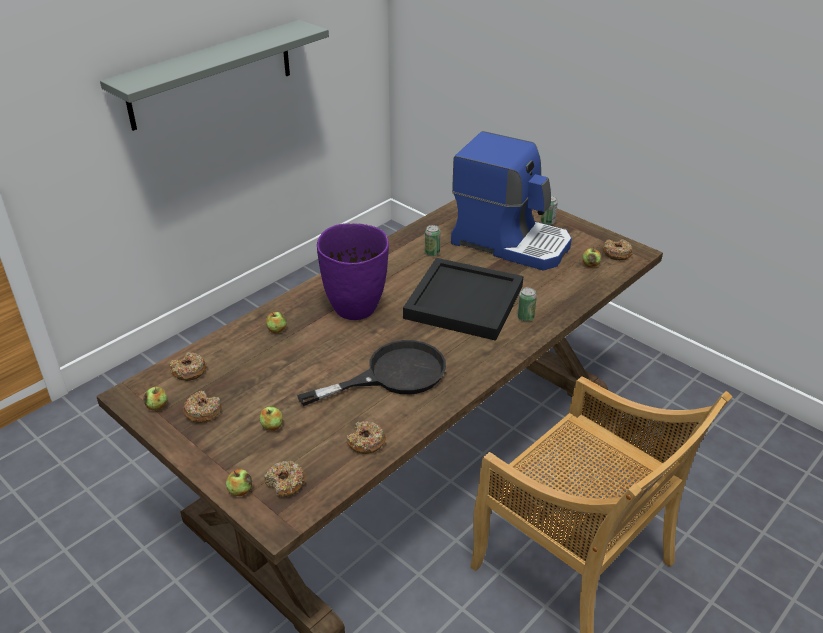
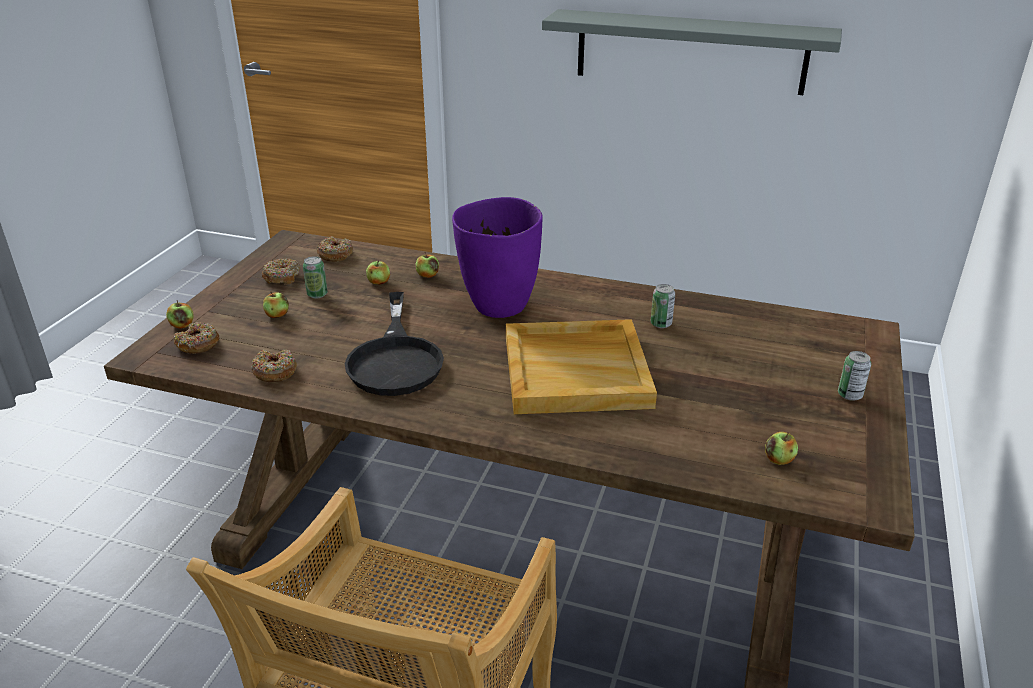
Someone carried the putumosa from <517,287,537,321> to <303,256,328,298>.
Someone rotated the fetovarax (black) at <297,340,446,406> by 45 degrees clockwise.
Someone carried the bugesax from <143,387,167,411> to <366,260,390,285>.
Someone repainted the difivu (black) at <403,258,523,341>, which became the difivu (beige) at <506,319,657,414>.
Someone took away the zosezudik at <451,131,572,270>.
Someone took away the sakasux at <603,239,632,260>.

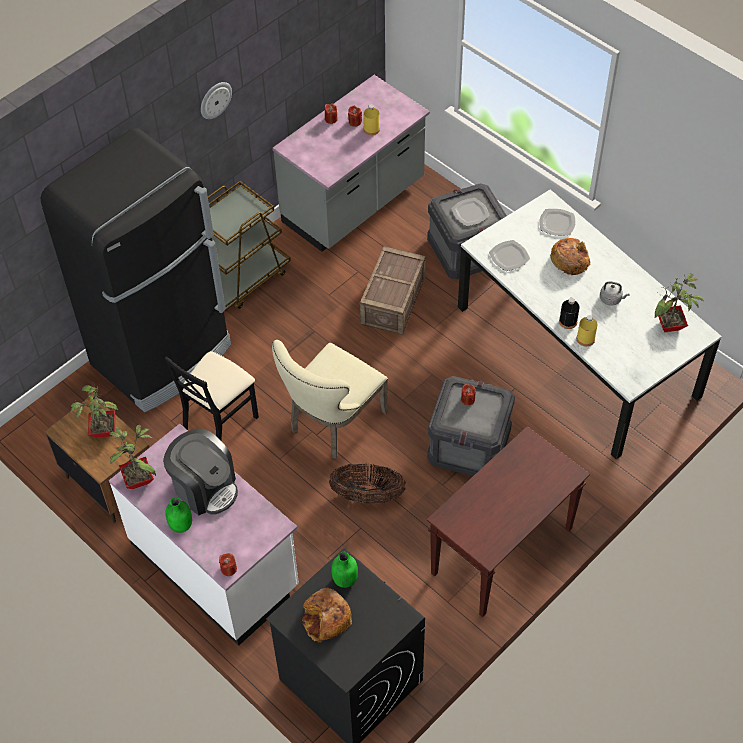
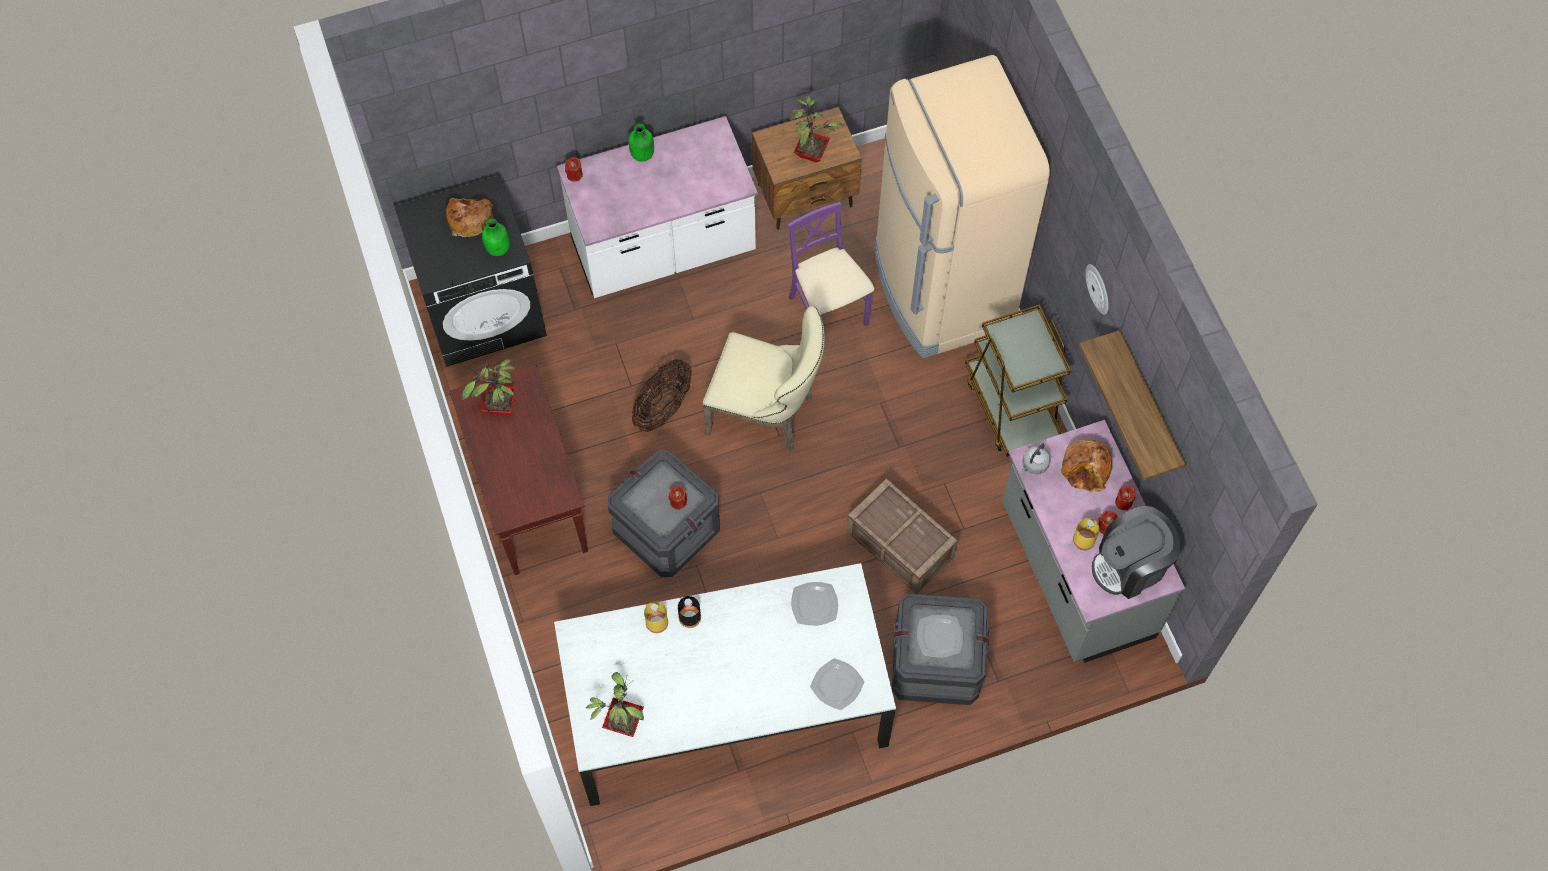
Someone carried the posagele from <109,425,156,489> to <462,358,515,415>.
Someone rotated the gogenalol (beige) at <272,340,388,459> by 135 degrees clockwise.
Someone repainted the gogenalol (black) at <165,351,259,440>, which became the gogenalol (purple) at <788,202,875,326>.
Someone repainted the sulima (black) at <41,128,231,412>, which became the sulima (beige) at <875,55,1050,359>.
Someone carried the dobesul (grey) from <600,281,630,306> to <1022,444,1051,474>.
Someone carried the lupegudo from <550,238,590,275> to <1061,440,1112,492>.
Someone put up the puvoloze at <1079,330,1186,480>.
Someone carried the zosezudik from <163,429,238,515> to <1092,506,1180,599>.

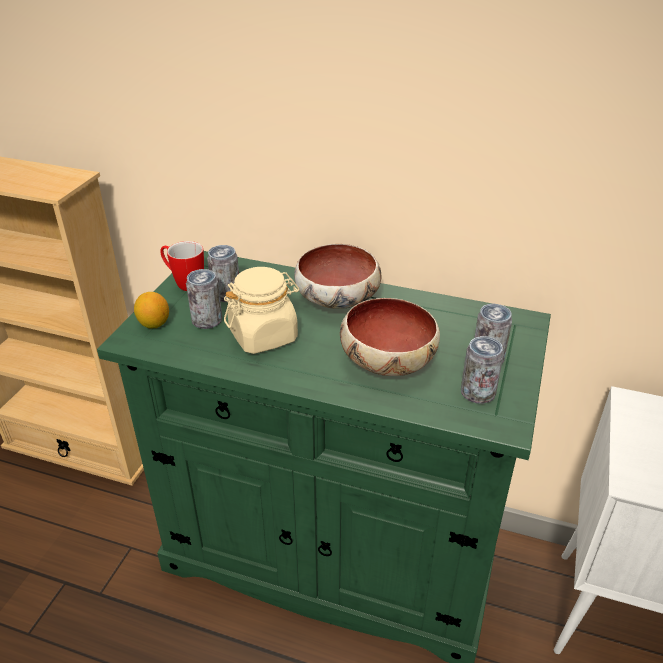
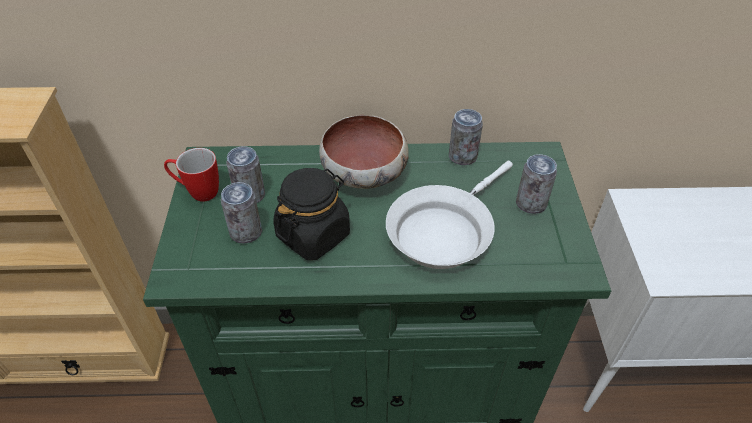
Someone repainted the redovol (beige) at <224,267,299,354>, which became the redovol (black) at <273,168,350,260>.
Someone swapped the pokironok at <340,298,440,376> for the fetovarax (white) at <386,161,513,269>.
Someone carried the putumosa from <461,336,504,404> to <449,109,483,165>.
Someone took away the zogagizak at <134,292,169,328>.

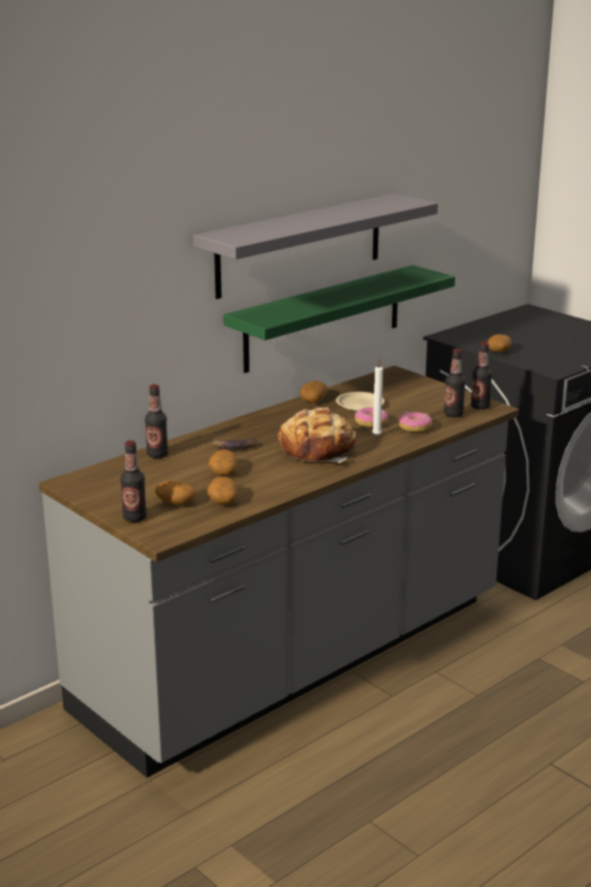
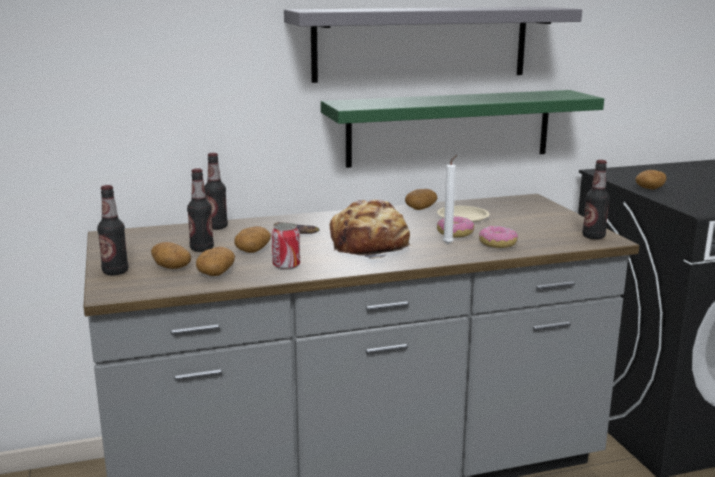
Someone carried the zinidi from <444,349,466,417> to <187,168,214,252>.
Someone put down the putumosa at <272,223,300,270>.

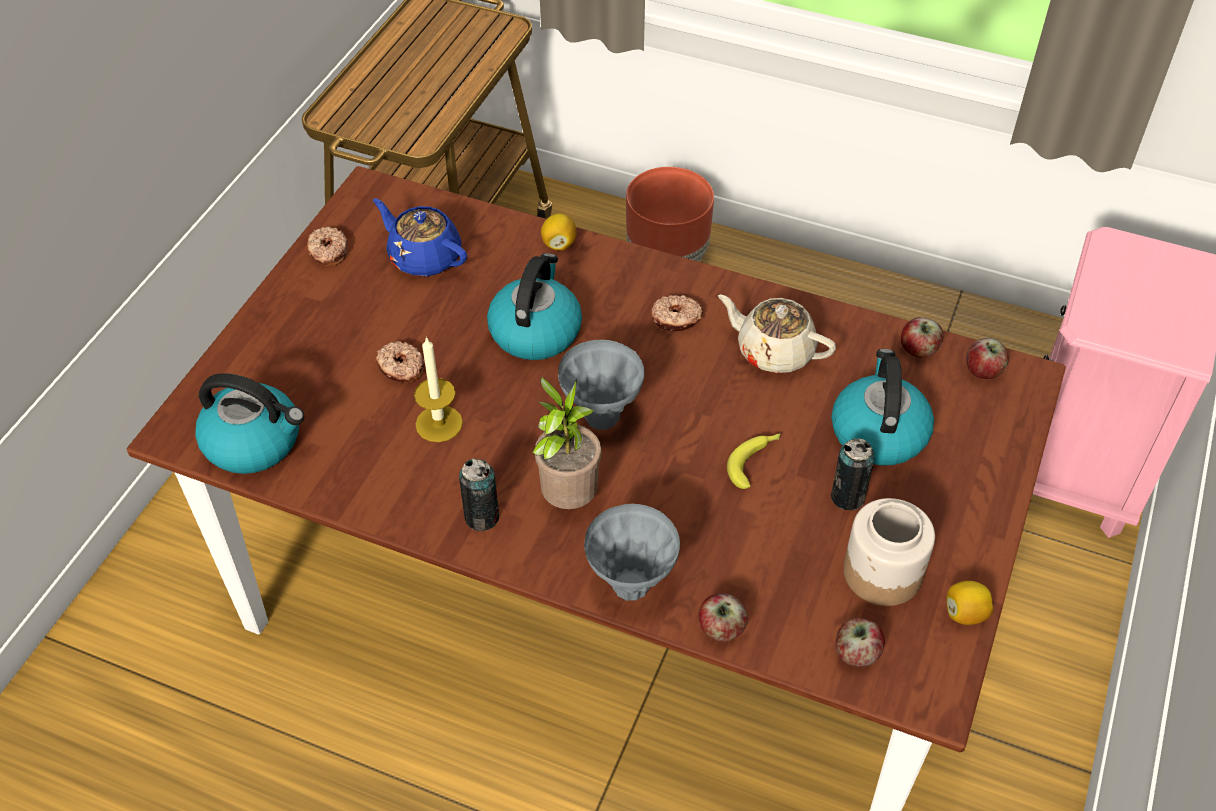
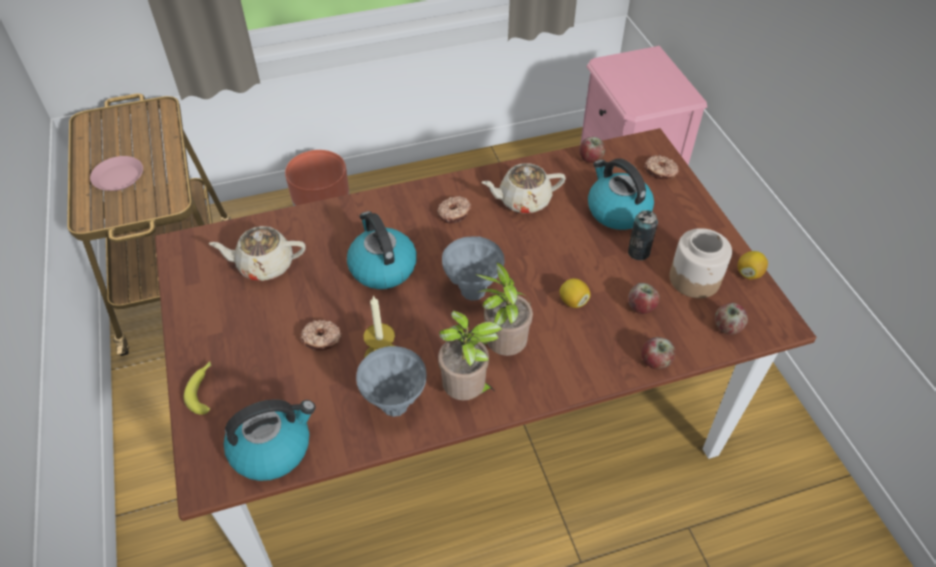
Someone put down the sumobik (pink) at <90,156,143,191>.
Someone carried the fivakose from <727,433,781,489> to <184,361,211,415>.
Someone repainted the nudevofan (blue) at <373,198,467,276>, which became the nudevofan (beige) at <209,226,306,281>.
Someone carried the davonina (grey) from <584,504,680,601> to <356,346,426,417>.
Someone swapped the putumosa at <459,458,500,531> for the posagele at <438,311,503,400>.
Someone carried the zogagizak from <541,213,577,251> to <559,278,590,308>.
Someone carried the bugesax from <966,338,1009,379> to <628,283,660,314>.
Someone carried the sakasux from <307,227,348,266> to <645,155,679,180>.

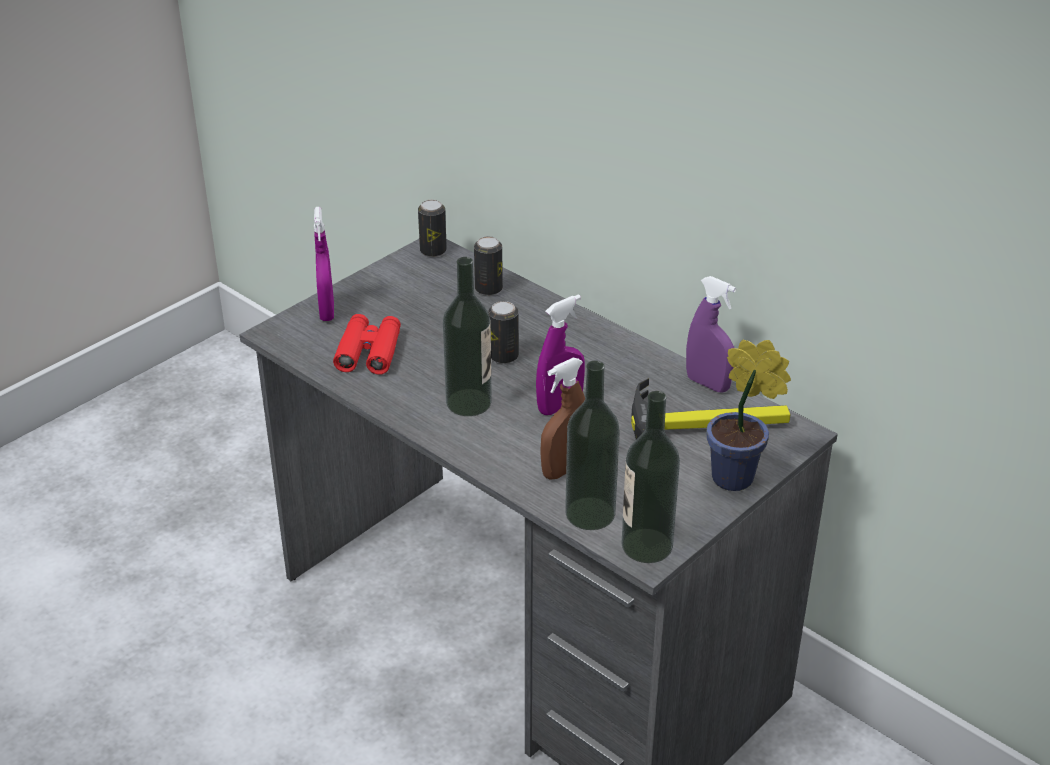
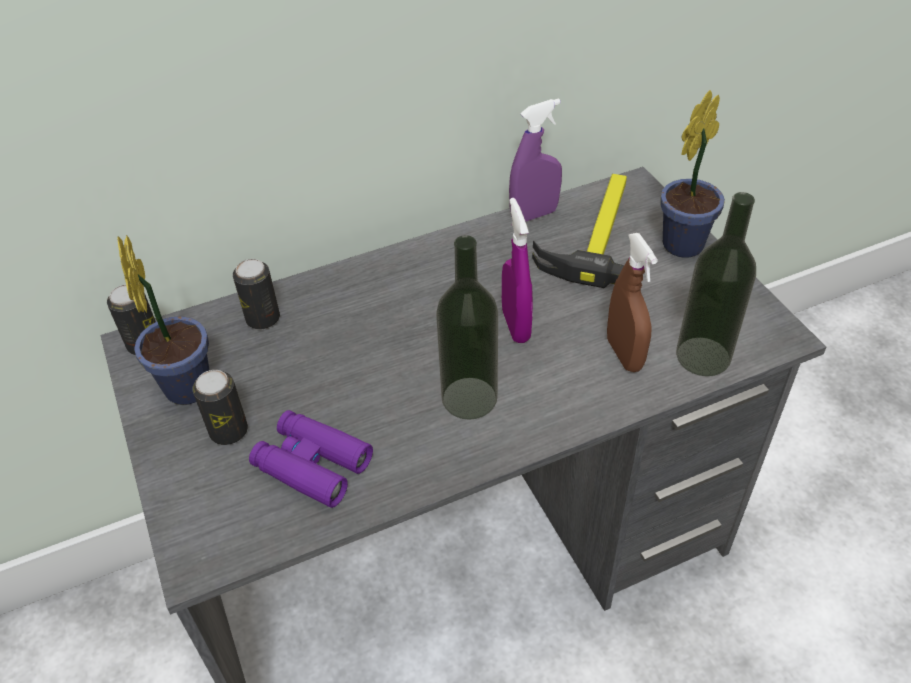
Someone put down the posagele at <118,235,209,405>.
Someone carried the putumosa from <488,301,519,364> to <193,370,248,445>.
Someone repainted the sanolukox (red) at <333,314,401,375>, which became the sanolukox (purple) at <249,410,373,508>.
Someone took away the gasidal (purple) at <314,207,334,321>.
Someone took away the zinidi at <621,391,680,563>.

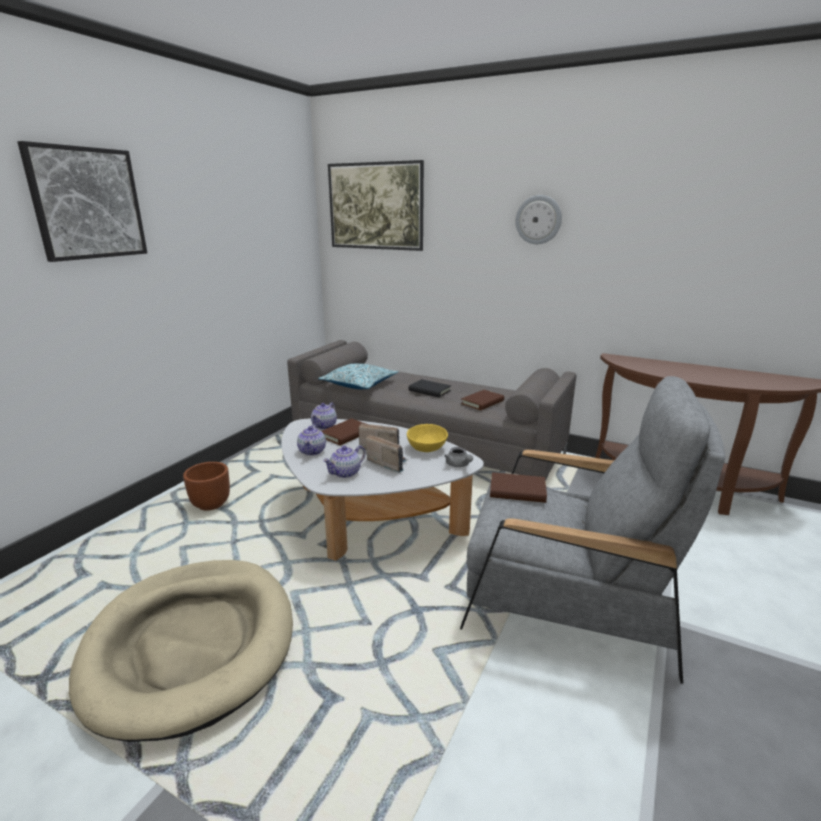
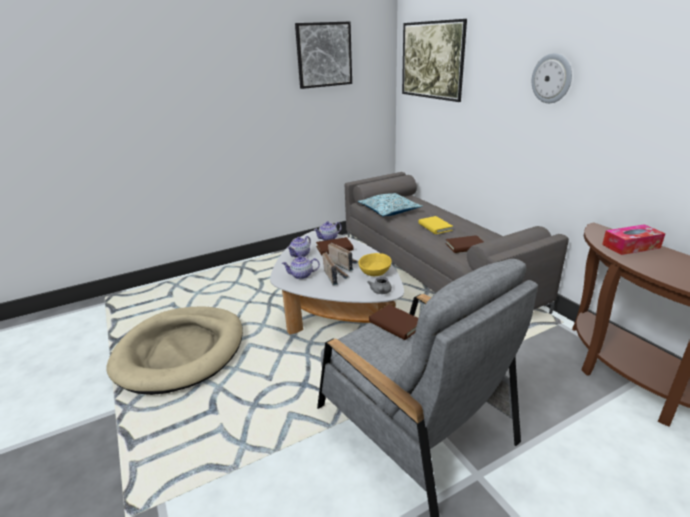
Someone carried the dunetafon from <17,141,147,262> to <295,22,352,89>.
Someone repainted the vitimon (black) at <409,379,451,397>, which became the vitimon (yellow) at <418,216,453,234>.
Someone put down the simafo at <602,224,665,255>.
Someone took away the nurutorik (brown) at <183,462,230,511>.

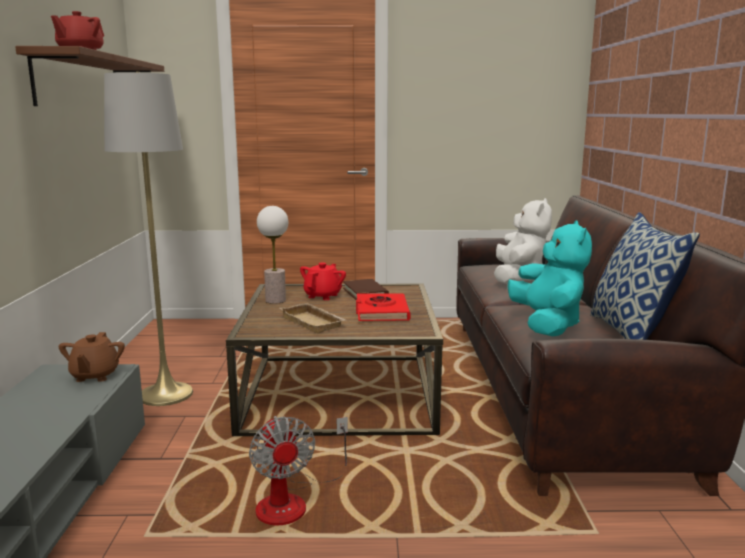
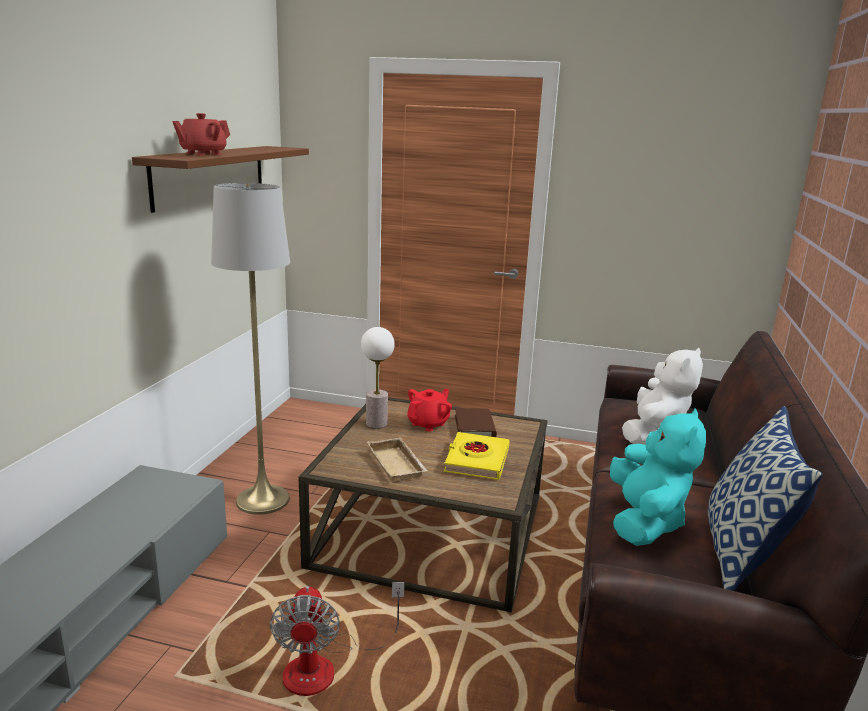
Someone repainted the vitimon (red) at <356,293,411,321>, which became the vitimon (yellow) at <444,432,510,480>.
Someone took away the nudevofan (brown) at <59,332,125,382>.

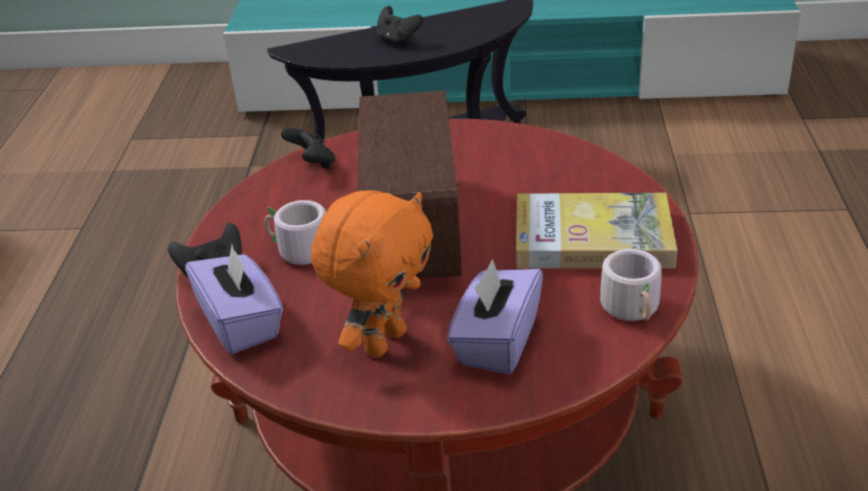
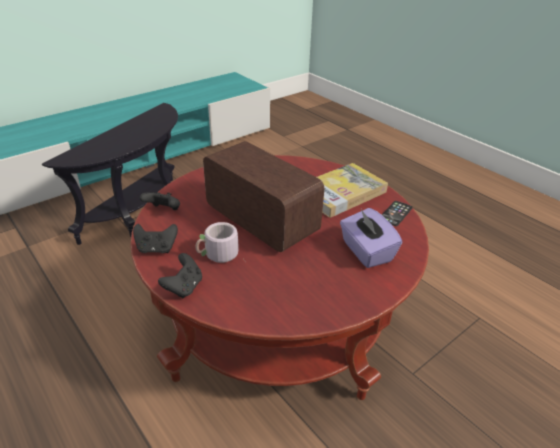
Someone carried the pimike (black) from <376,6,423,46> to <133,224,178,253>.
Someone swapped the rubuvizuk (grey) at <600,249,661,322> for the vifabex at <382,201,413,226>.
Someone took away the simafo (purple) at <185,245,283,354>.
Someone took away the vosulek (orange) at <311,191,433,358>.

